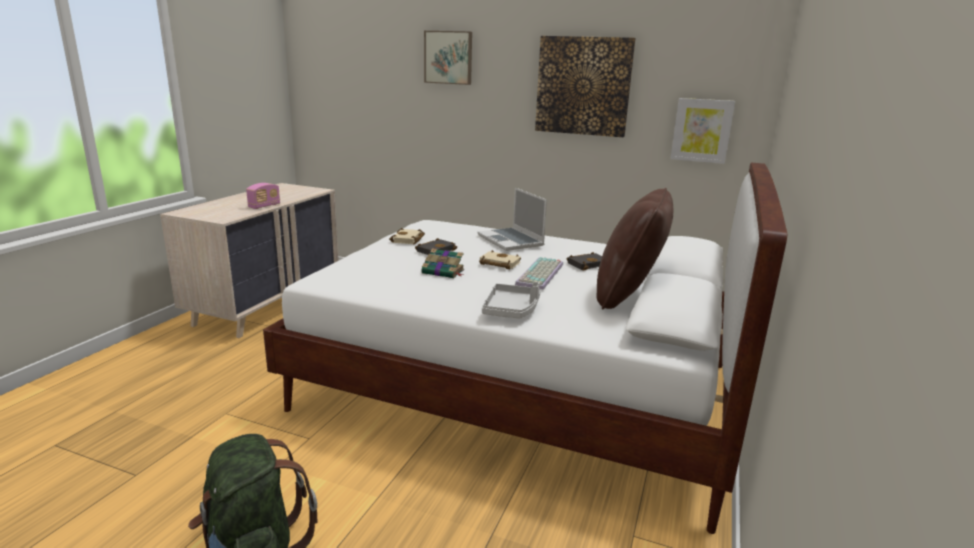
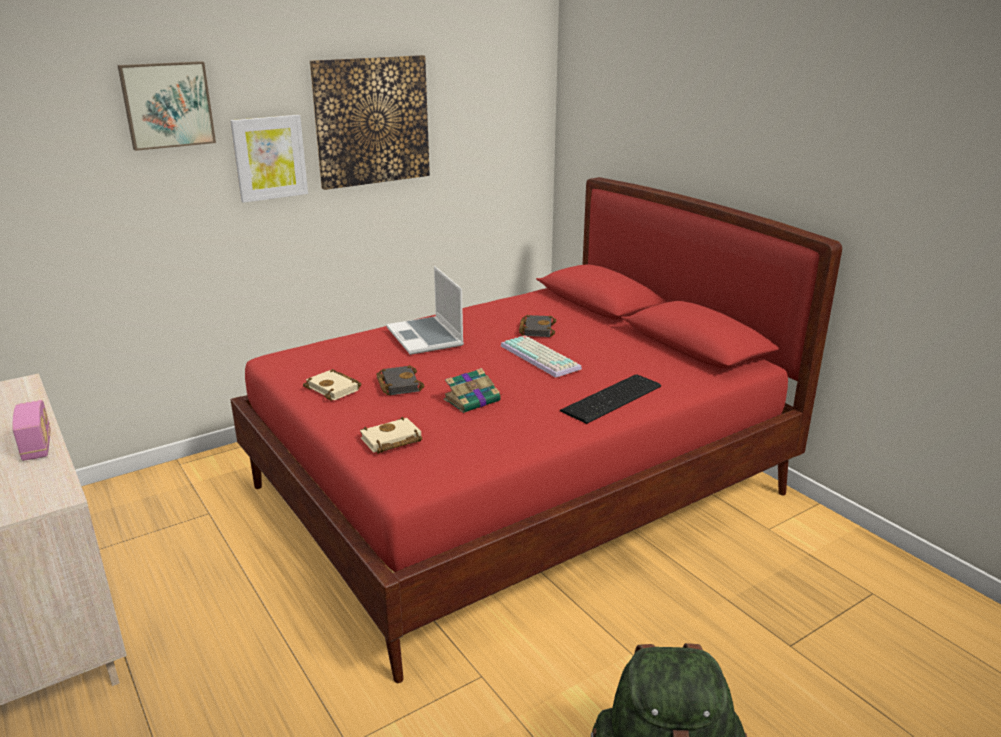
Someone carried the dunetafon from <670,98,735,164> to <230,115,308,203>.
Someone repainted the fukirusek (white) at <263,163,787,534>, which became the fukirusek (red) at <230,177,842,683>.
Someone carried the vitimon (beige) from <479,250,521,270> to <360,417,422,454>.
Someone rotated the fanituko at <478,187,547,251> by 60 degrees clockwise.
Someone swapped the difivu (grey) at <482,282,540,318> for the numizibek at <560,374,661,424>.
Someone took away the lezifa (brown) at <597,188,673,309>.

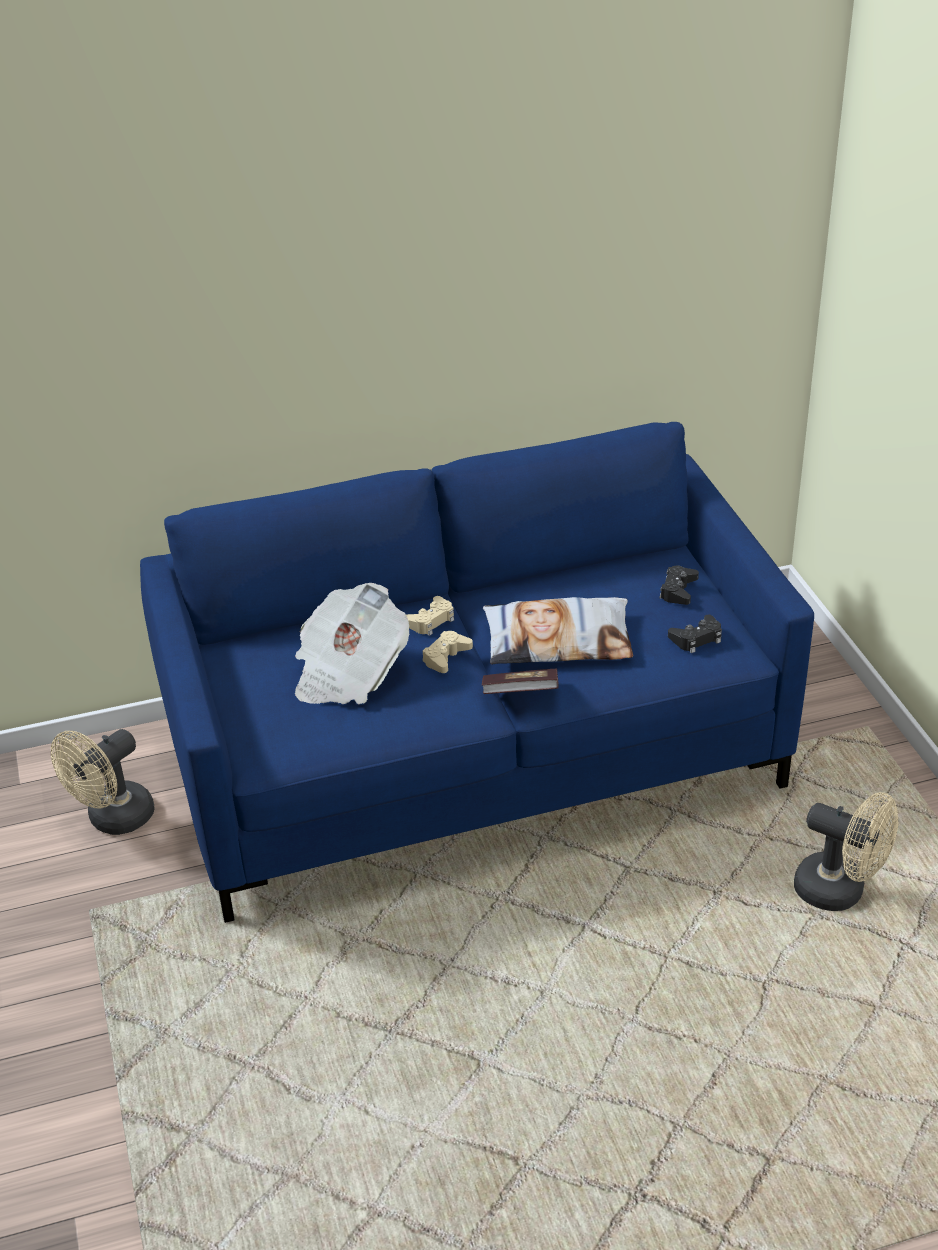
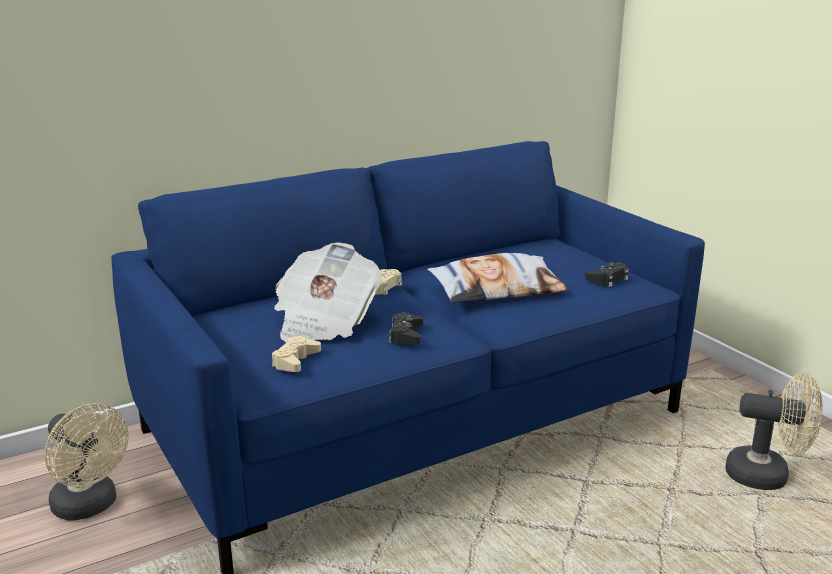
Someone rotated the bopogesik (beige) at <51,729,155,835> by 75 degrees counterclockwise.
Someone carried the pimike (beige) from <423,631,473,673> to <272,336,321,372>.
Someone carried the pimike (black) from <659,566,699,605> to <389,313,423,345>.
Someone took away the vitimon at <482,669,559,694>.

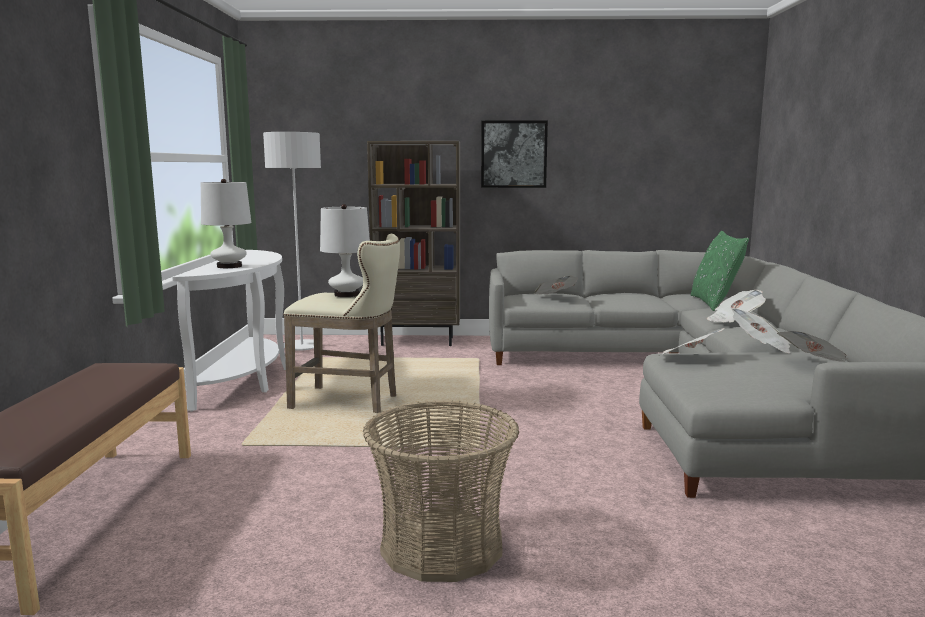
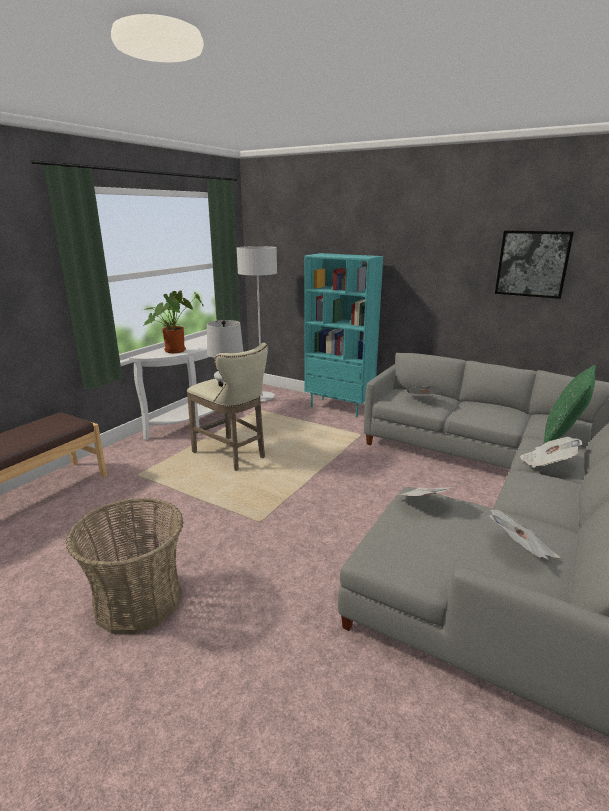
Someone swapped the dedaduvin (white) at <201,179,251,268> for the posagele at <143,290,204,353>.
Someone repainted the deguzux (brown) at <367,141,460,346>, which became the deguzux (turquoise) at <304,253,383,417>.
Someone carried the dunetafon from <481,121,548,188> to <495,231,574,299>.
Someone took away the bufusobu at <732,308,791,354>.

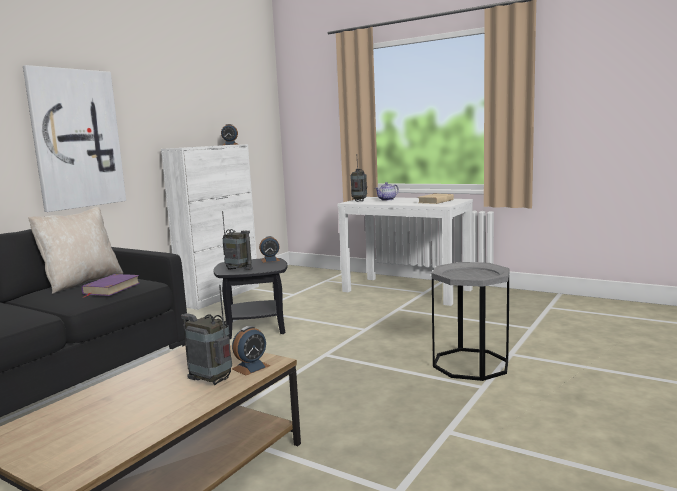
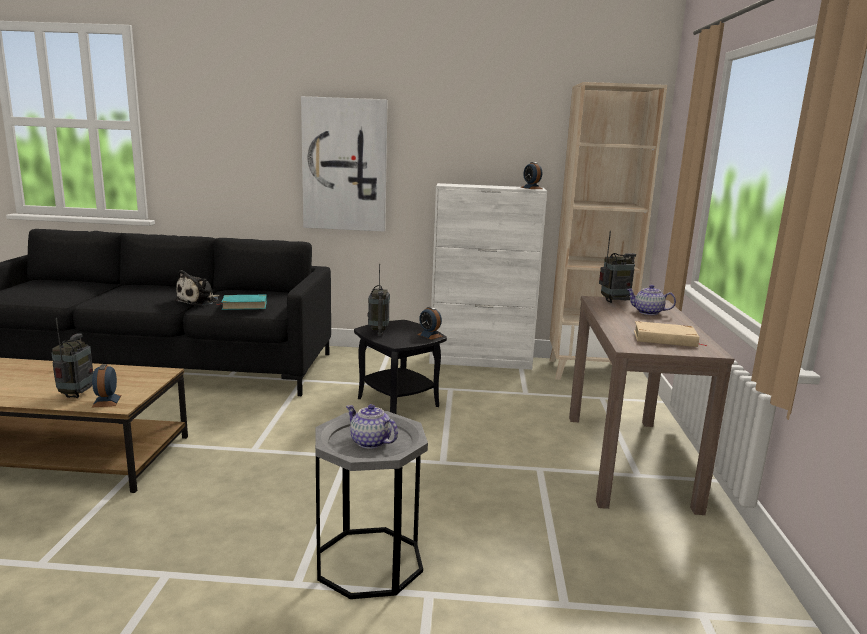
Someone rotated the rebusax at <232,326,270,376> by 60 degrees clockwise.
Someone put down the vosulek at <174,270,220,306>.
Someone repainted the vitimon (purple) at <82,274,140,298>, which became the vitimon (turquoise) at <216,295,267,310>.
Someone put down the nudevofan at <346,404,398,449>.
Someone put down the deguzux (beige) at <549,82,667,384>.
Someone repainted the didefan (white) at <337,197,473,306>, which became the didefan (brown) at <569,296,734,515>.
Someone took away the lezifa (beige) at <28,207,123,294>.

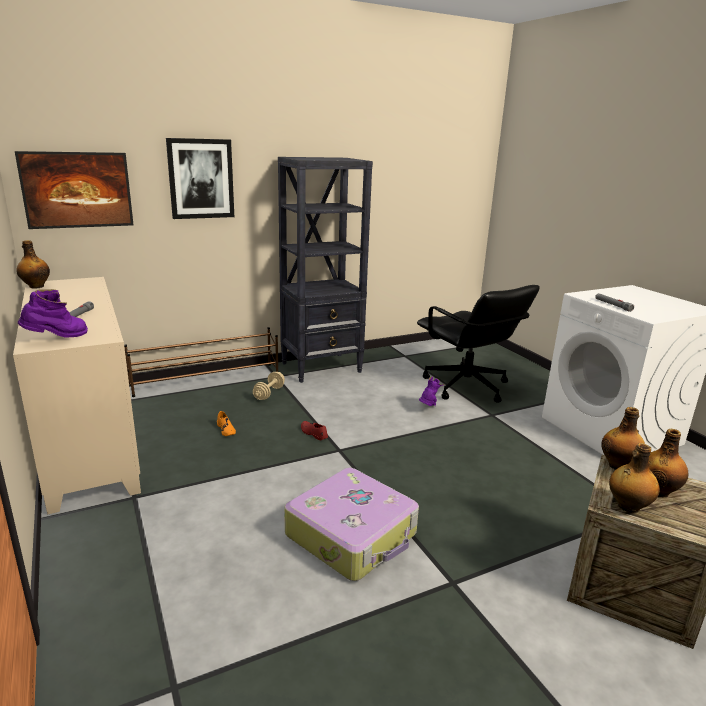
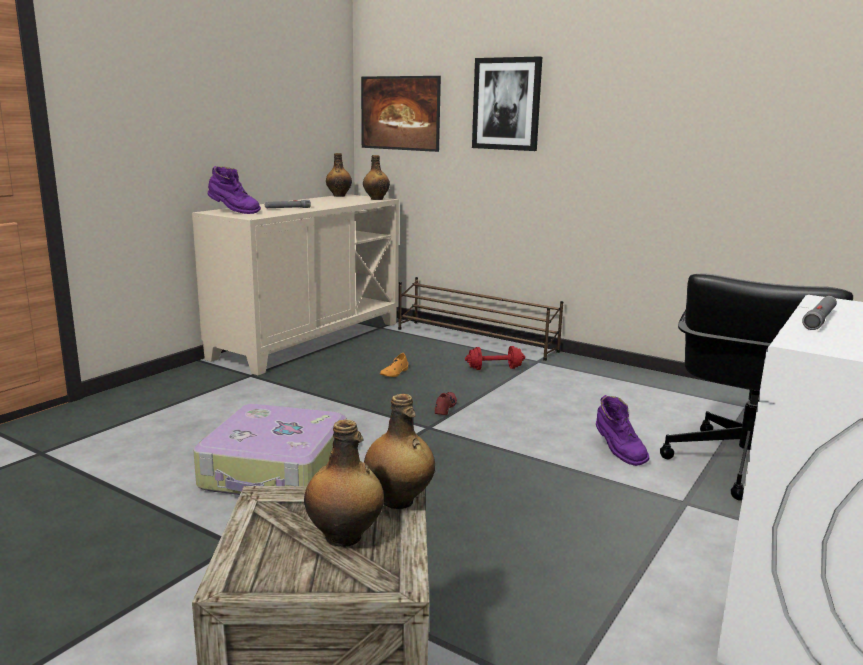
Someone carried the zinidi from <609,443,660,513> to <363,155,390,200>.
Someone repainted the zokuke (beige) at <253,372,285,400>, which became the zokuke (red) at <465,346,525,370>.
Someone rotated the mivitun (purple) at <419,377,444,406> by 75 degrees clockwise.
Someone took away the deguzux (black) at <278,157,373,383>.

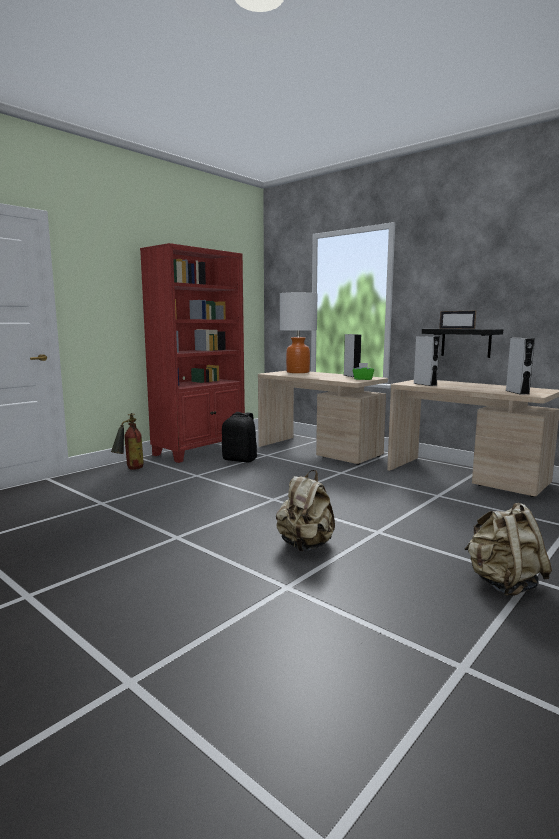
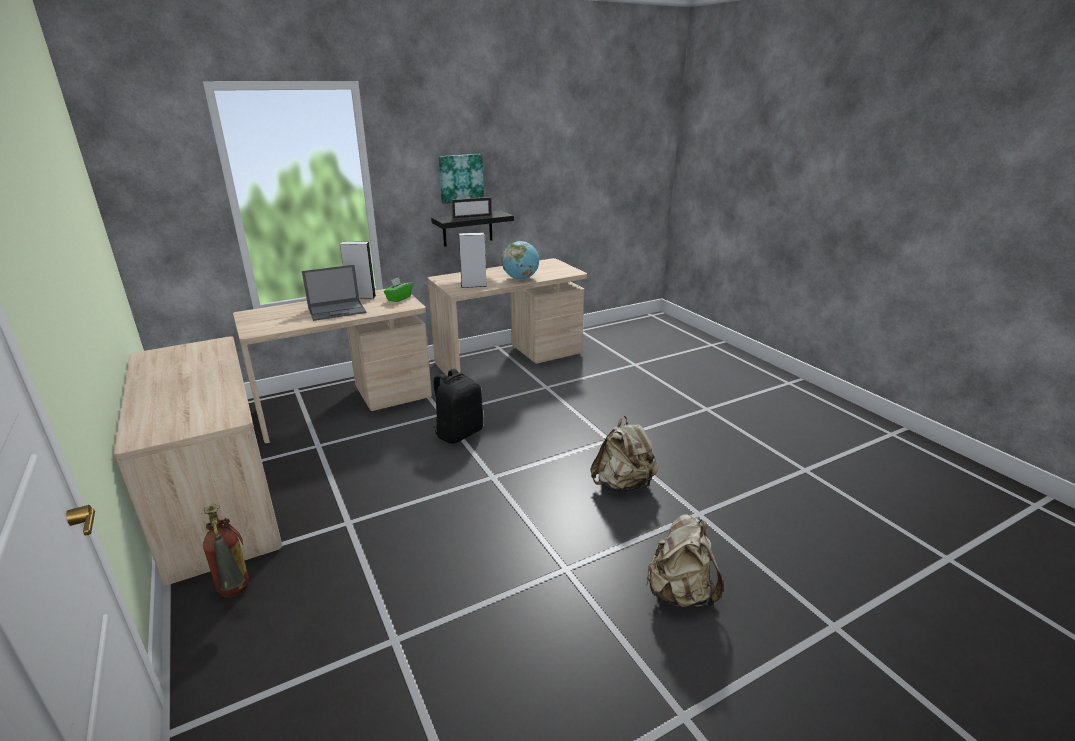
Someone swapped the deguzux (red) at <140,243,245,463> for the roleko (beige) at <114,336,282,585>.
Someone put down the fanituko at <302,265,367,321>.
Someone carried the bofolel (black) from <221,412,257,462> to <433,369,483,444>.
Someone put up the dunetafon at <438,154,484,204>.
Someone put down the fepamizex at <502,241,539,280>.
Someone carried the bofolel (beige) from <464,503,552,596> to <646,514,724,607>.
Someone took away the dedaduvin at <280,292,318,373>.
Someone took away the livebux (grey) at <506,338,535,394>.

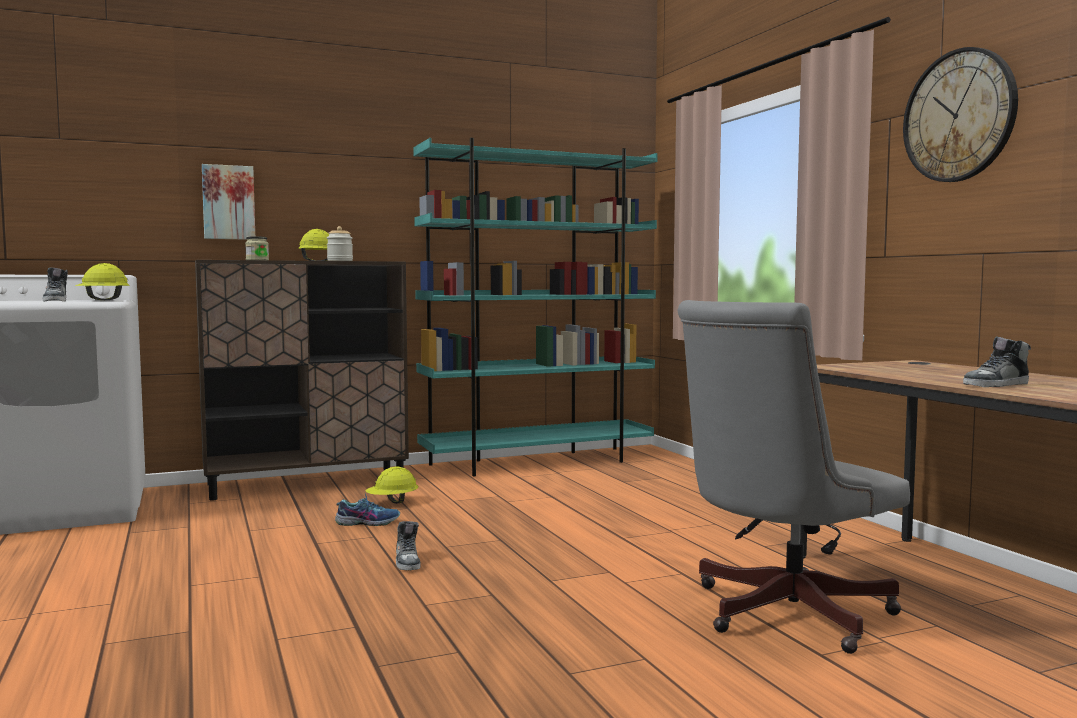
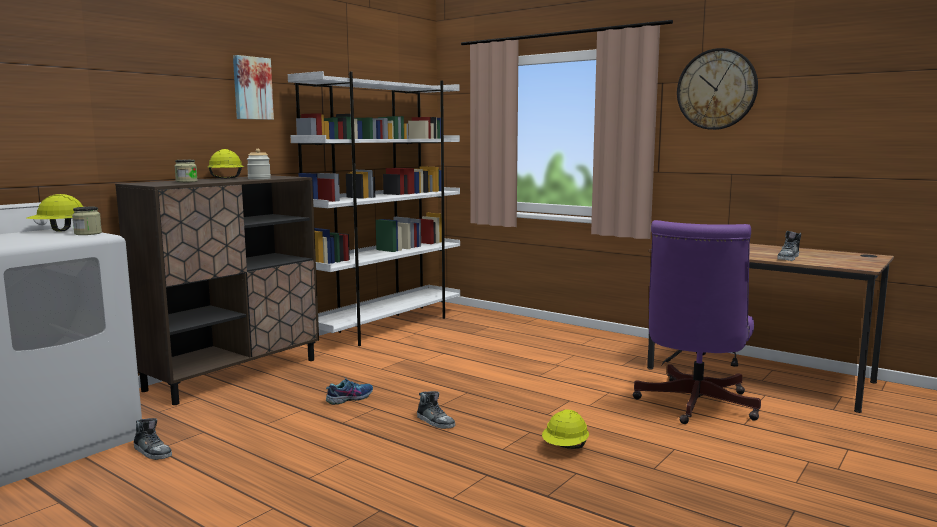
Someone put down the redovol at <72,207,102,235>.
Someone carried the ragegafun from <43,268,68,301> to <134,418,172,460>.
Someone carried the dunetafon from <202,164,255,240> to <233,55,274,120>.
Someone repainted the deguzux (turquoise) at <413,138,658,476>, which became the deguzux (white) at <288,71,460,346>.
Someone carried the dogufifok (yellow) from <366,467,418,504> to <542,410,589,449>.
Someone repainted the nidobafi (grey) at <678,300,910,654>, which became the nidobafi (purple) at <633,220,761,424>.

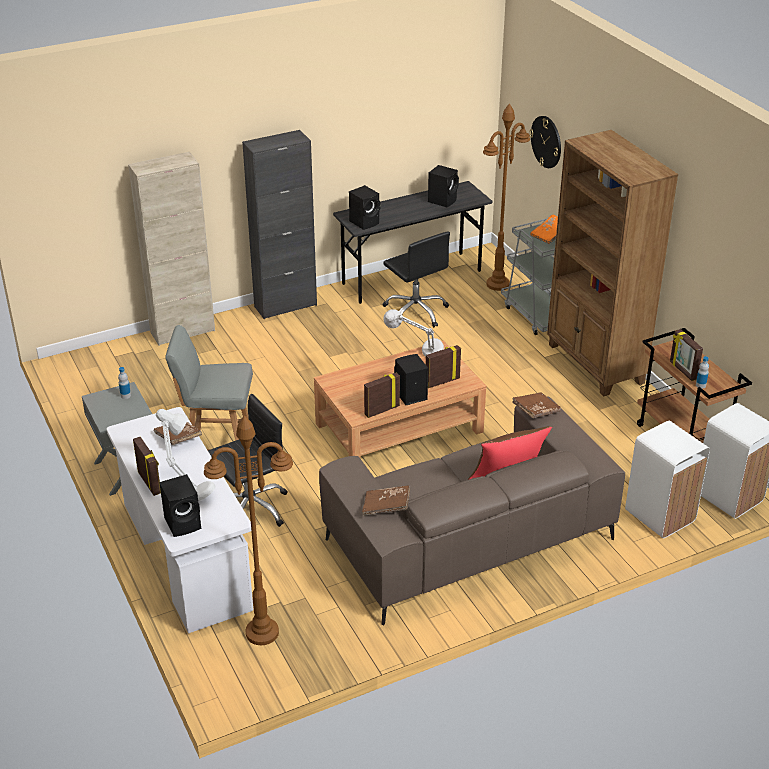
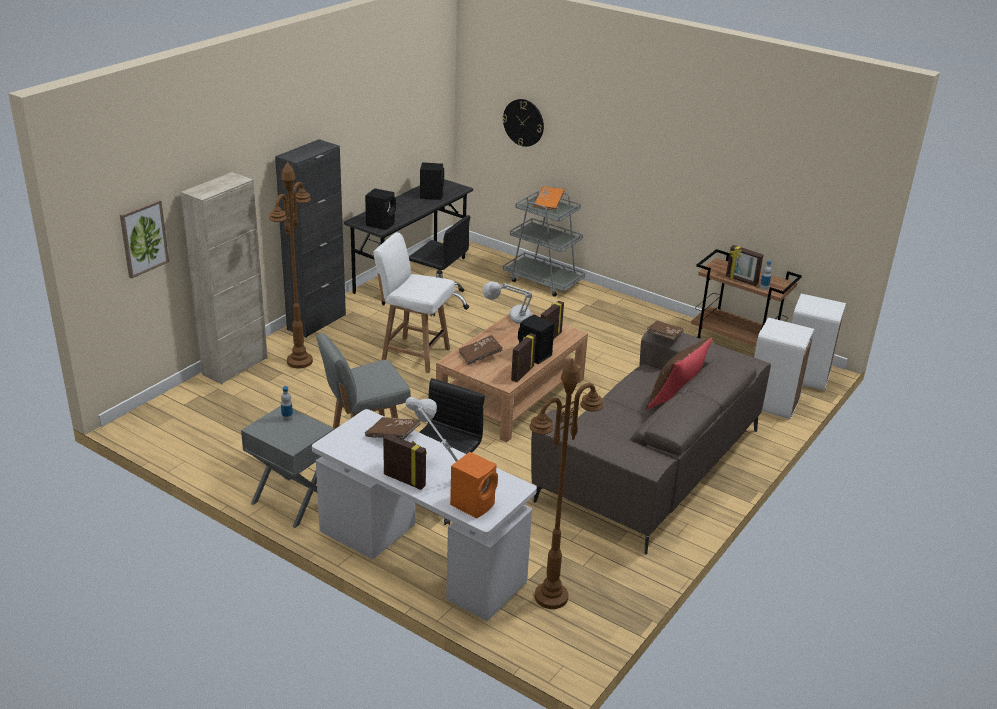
Someone put up the dunetafon at <120,200,169,279>.
Someone carried the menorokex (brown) from <483,103,530,291> to <269,162,313,369>.
Someone put down the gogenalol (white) at <373,232,455,373>.
Someone repainted the livebux (black) at <159,474,201,537>, which became the livebux (orange) at <450,452,498,518>.
Someone carried the vitimon (brown) from <362,485,410,516> to <459,335,503,365>.
Someone took away the deguzux (brown) at <547,130,678,396>.

